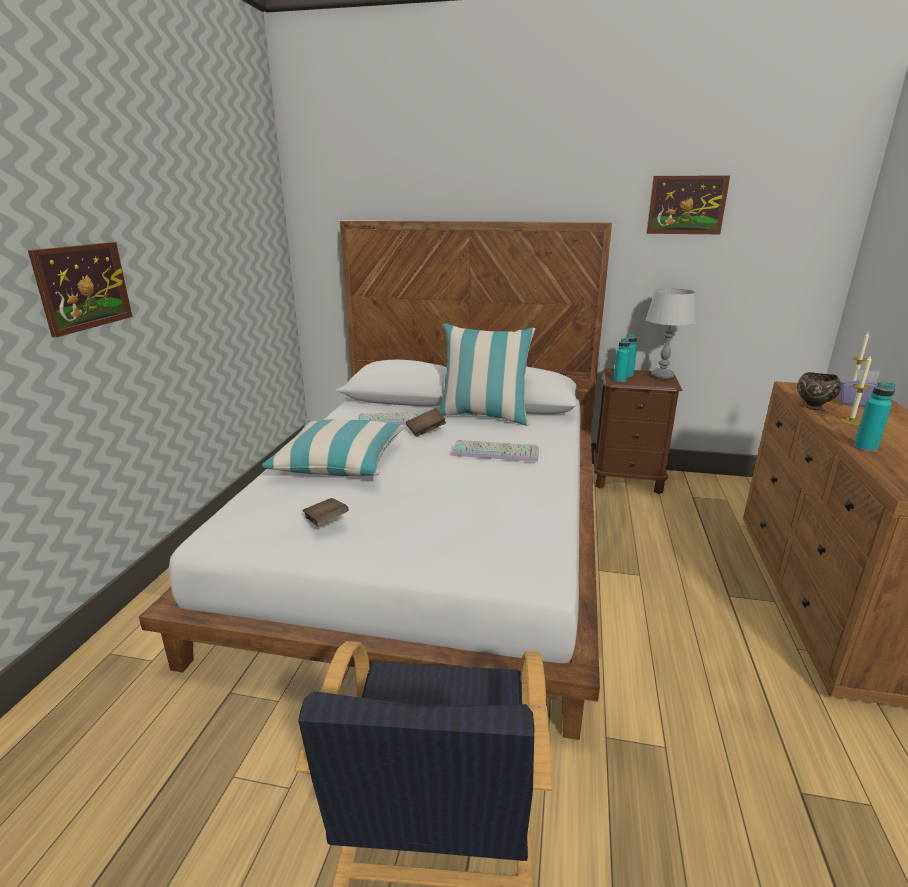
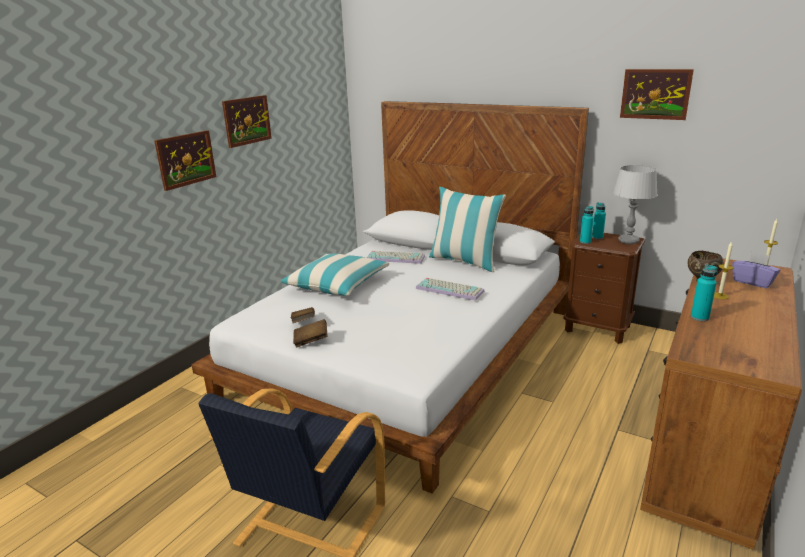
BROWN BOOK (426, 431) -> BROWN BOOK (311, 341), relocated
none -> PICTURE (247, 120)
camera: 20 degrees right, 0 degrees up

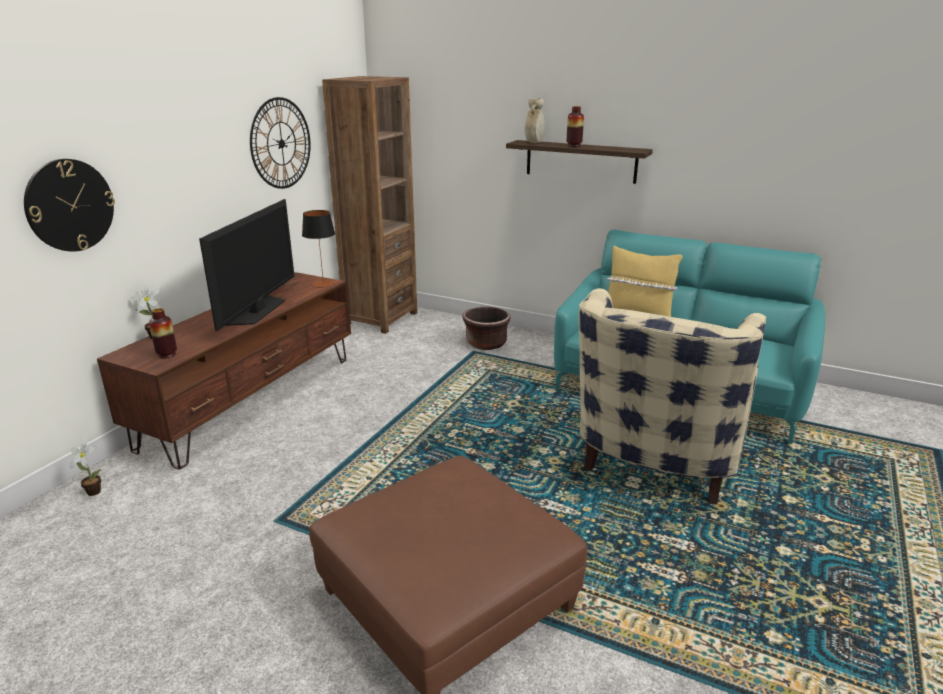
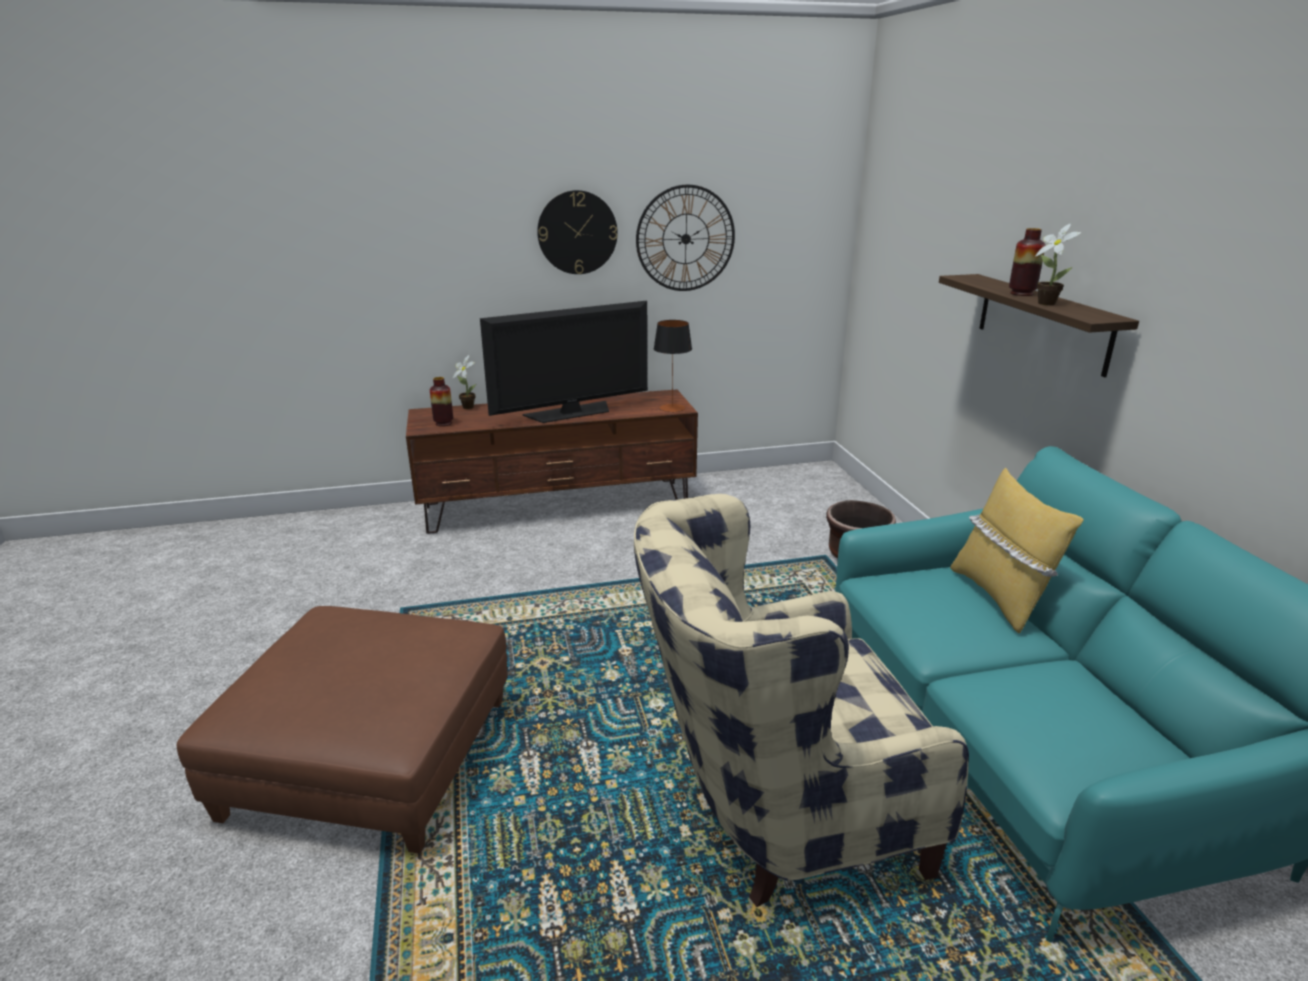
WALL CLOCK (70, 205) -> WALL CLOCK (577, 232), relocated
POTTED PLANT (93, 491) -> POTTED PLANT (1045, 303), relocated
BROWN BOOKCASE (380, 318) -> none
BEIGE VASE (534, 143) -> none
camera: 50 degrees right, 0 degrees up

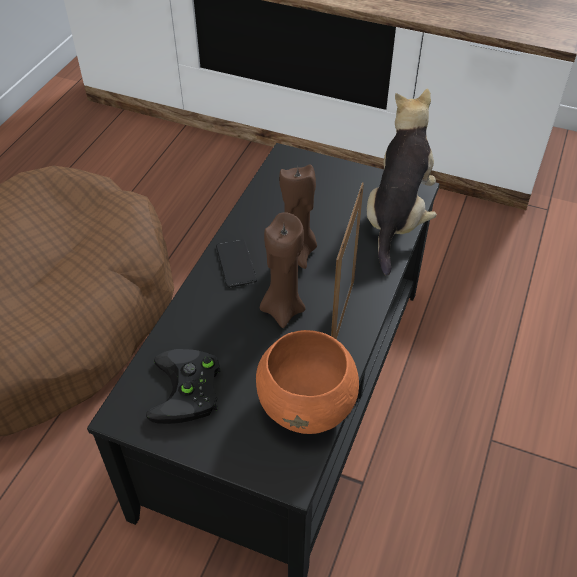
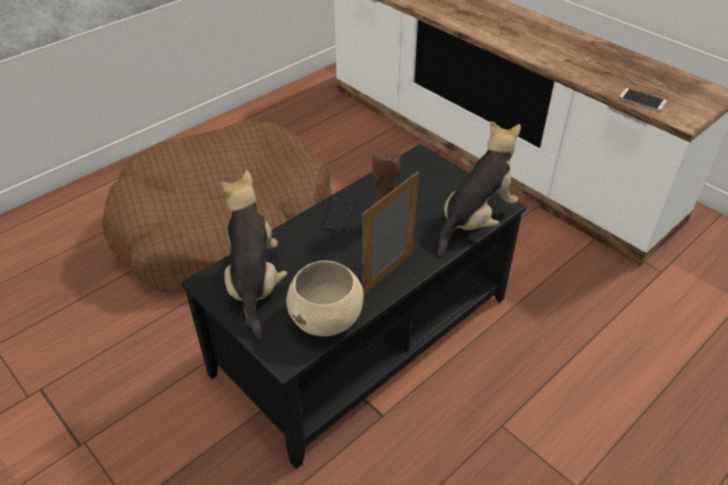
BLACK GAME CONTROLLER (188, 392) -> PLUSH TOY (254, 283)
ORANGE BOWL (307, 404) -> BEIGE BOWL (327, 319)
BROWN CANDLE (282, 309) -> none
none -> PHONE (642, 100)
camera: 25 degrees right, 5 degrees down

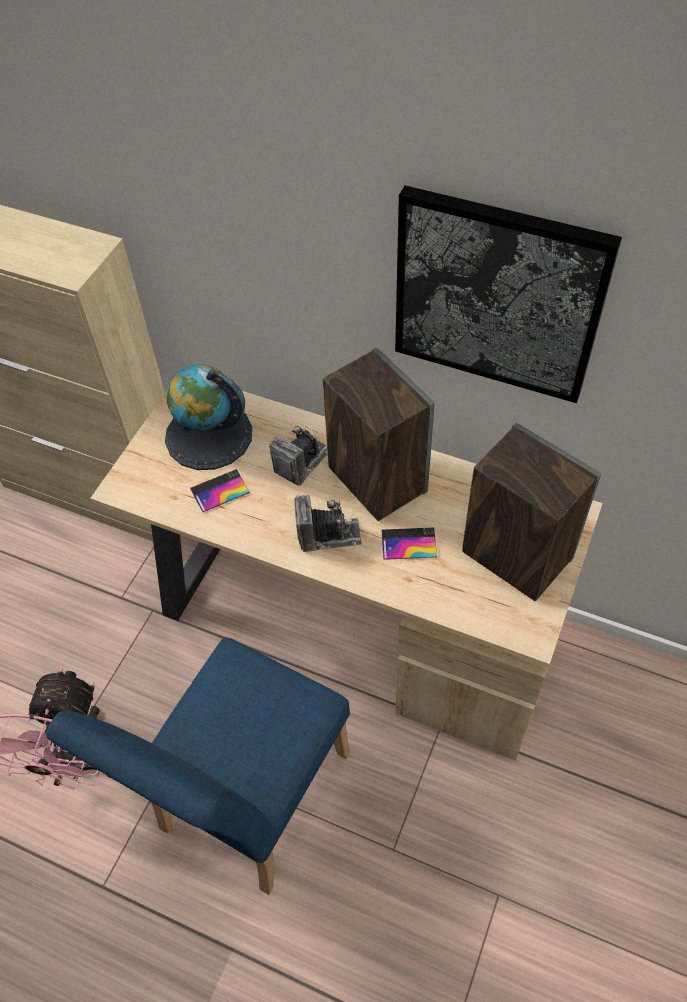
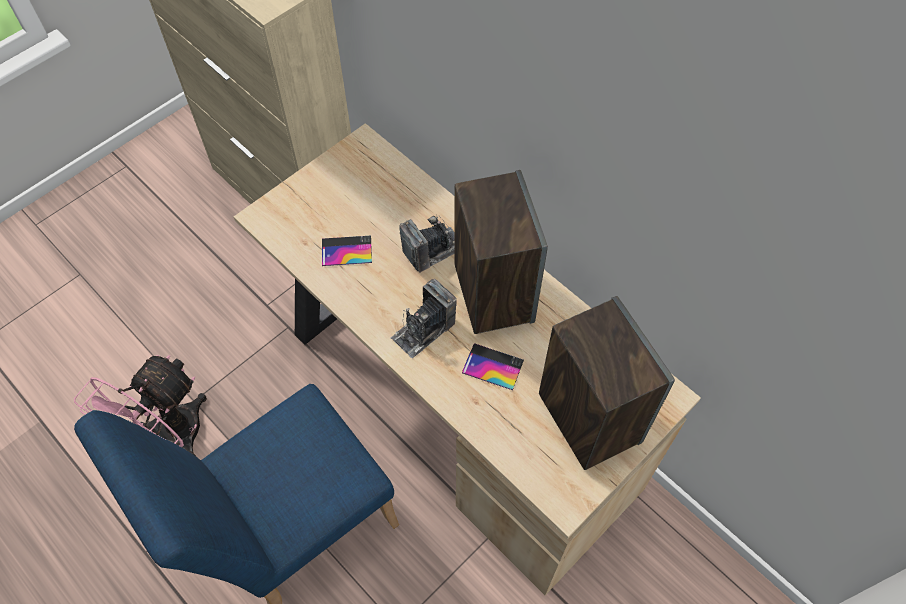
GLOBE (208, 435) -> none
PHOTO CAMERA (329, 535) -> PHOTO CAMERA (424, 330), 120 degrees clockwise
PICTURE (498, 295) -> none
camera: 20 degrees right, 5 degrees up

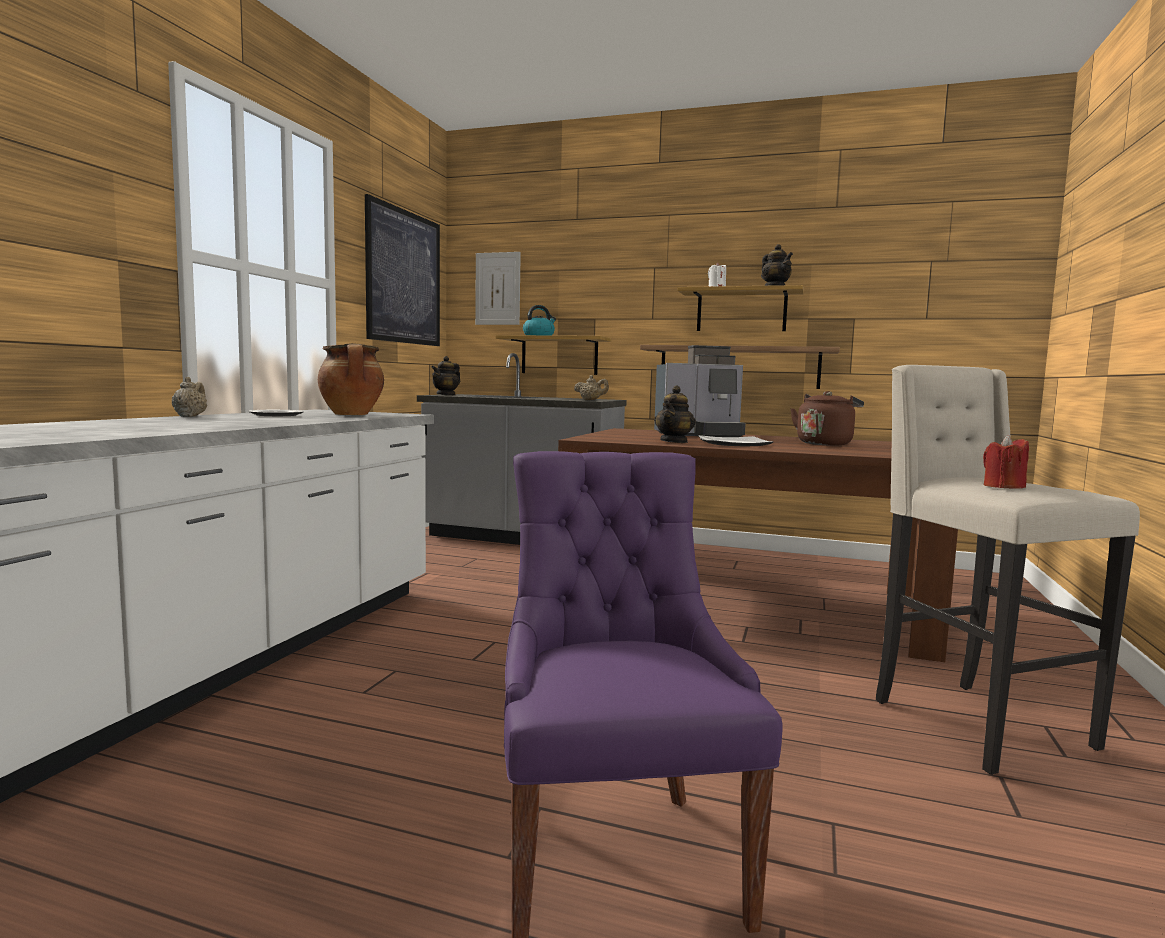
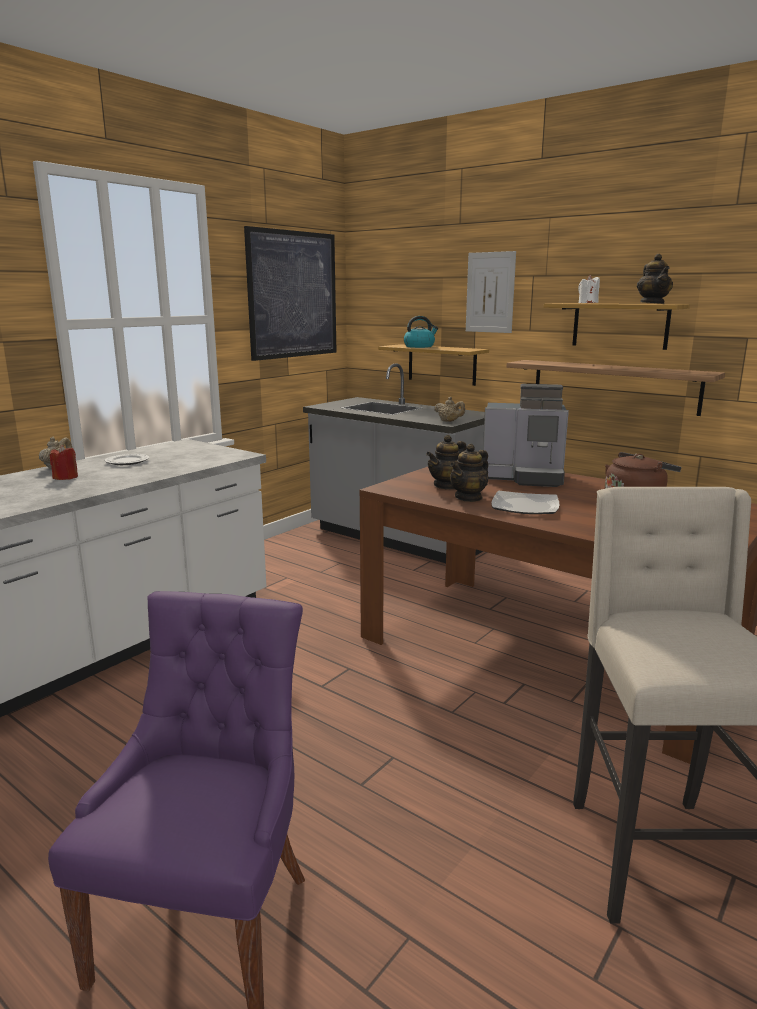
COOKING POT (352, 415) -> none
TEAPOT (446, 395) -> TEAPOT (446, 486), relocated
PICTURE (497, 288) -> PICTURE (490, 292), relocated
RED CANDLE (1003, 487) -> RED CANDLE (66, 477), relocated
camera: 20 degrees right, 10 degrees up

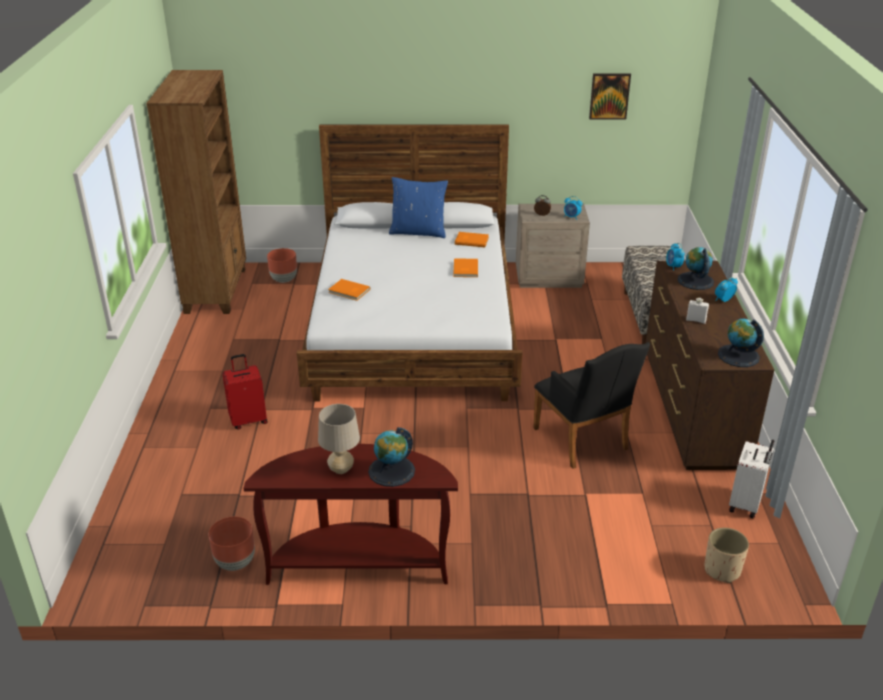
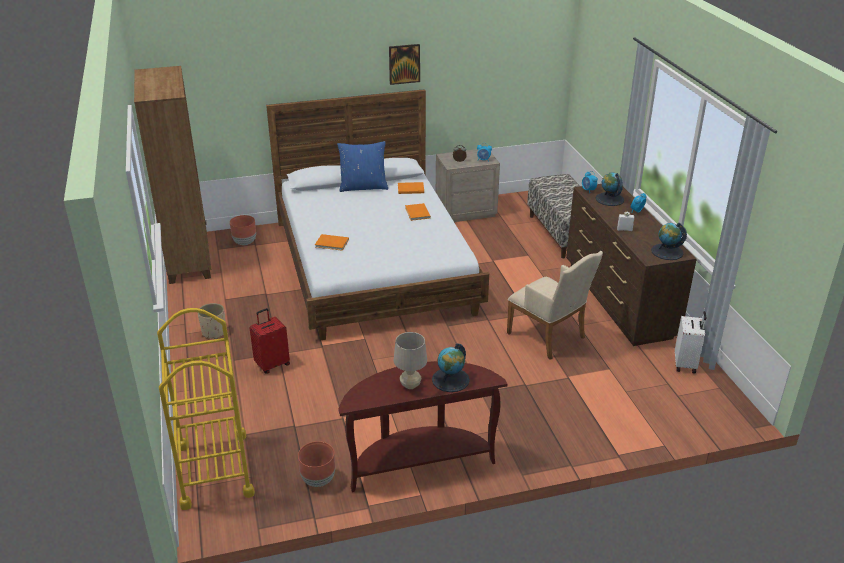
BLACK ARMCHAIR (583, 442) -> BEIGE ARMCHAIR (549, 338)
PICTURE (609, 96) -> PICTURE (404, 64), relocated
BEIGE PLANTER (722, 570) -> BEIGE PLANTER (214, 332), relocated
none -> YELLOW CART (214, 470)
camera: 15 degrees left, 0 degrees up

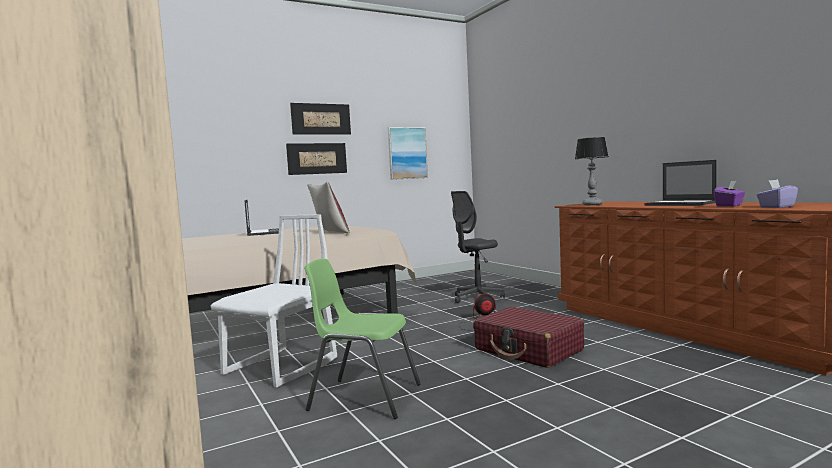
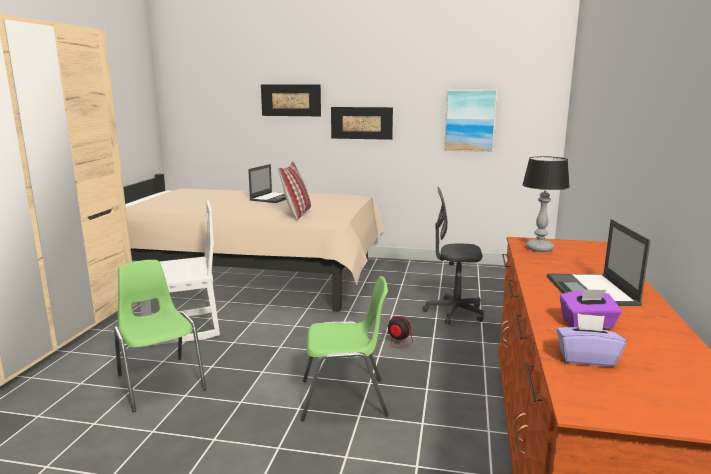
PICTURE (321, 119) -> PICTURE (291, 100), relocated
RED SUITCASE (528, 350) -> GREEN CHAIR (345, 398)
camera: 40 degrees right, 10 degrees up

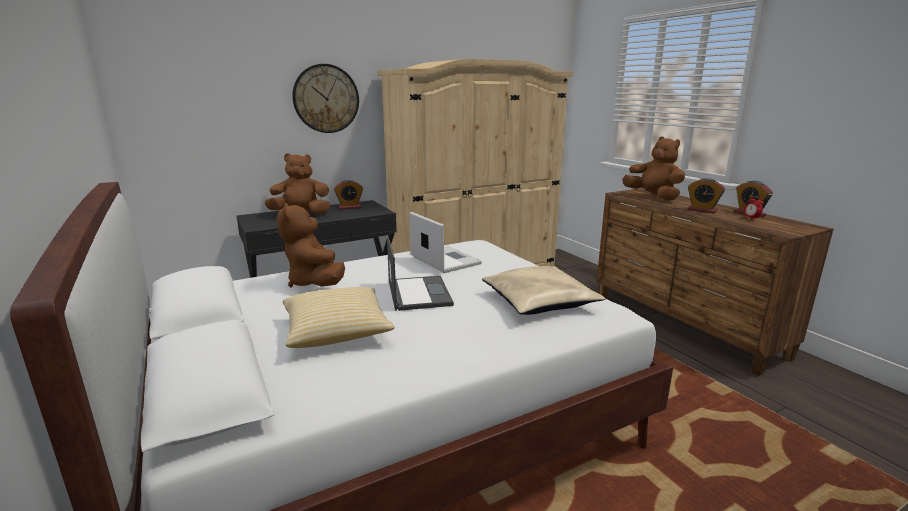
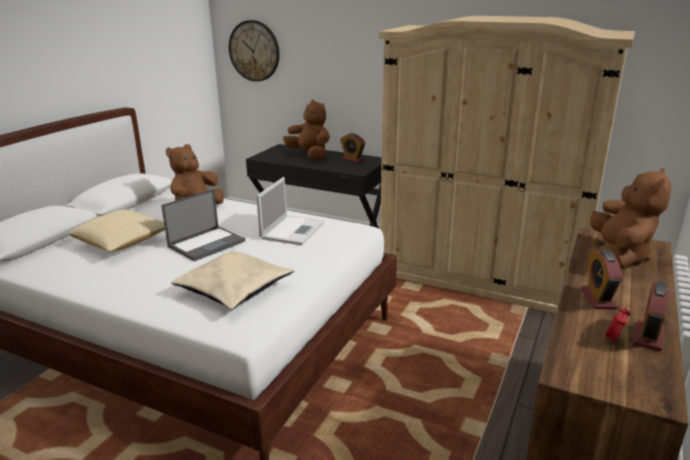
WALL CLOCK (326, 99) -> WALL CLOCK (254, 51), relocated
camera: 55 degrees right, 5 degrees up

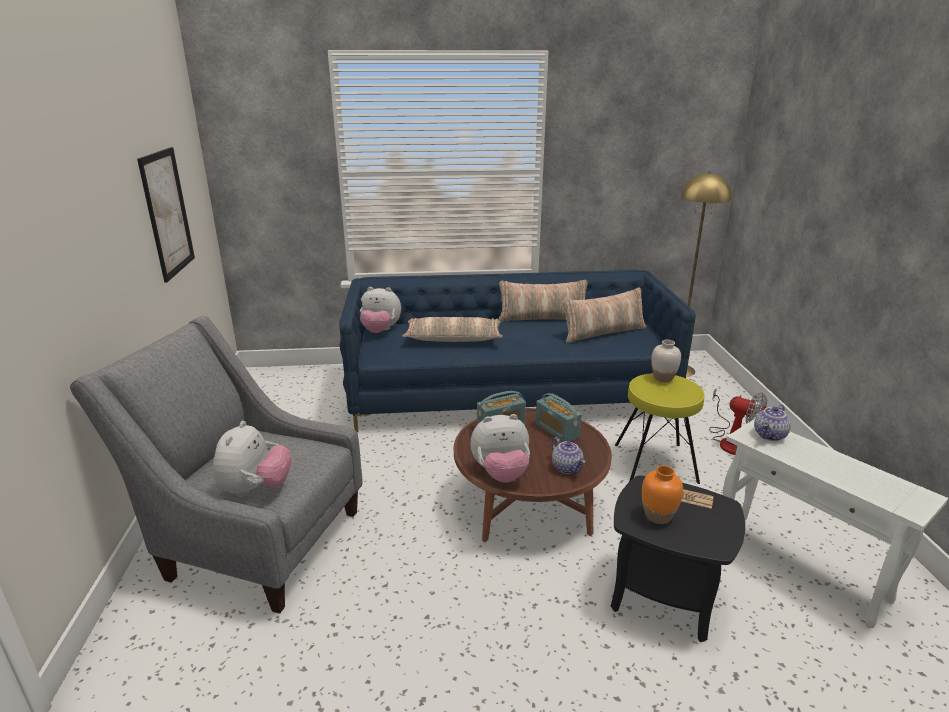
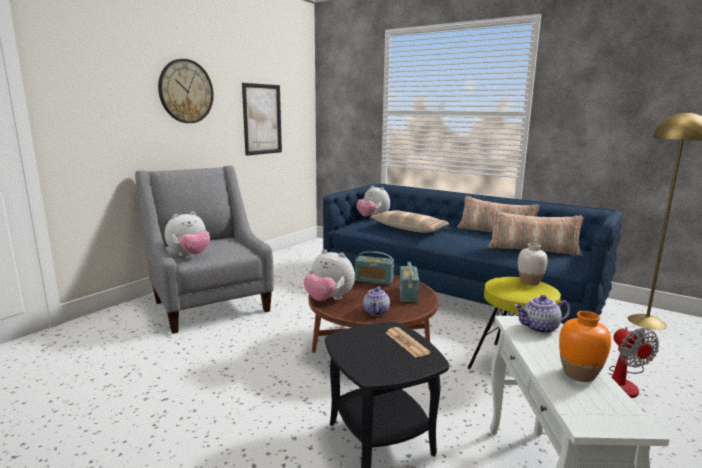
ORANGE VASE (657, 516) -> ORANGE VASE (578, 374), relocated
none -> WALL CLOCK (186, 91)
camera: 40 degrees right, 10 degrees down

